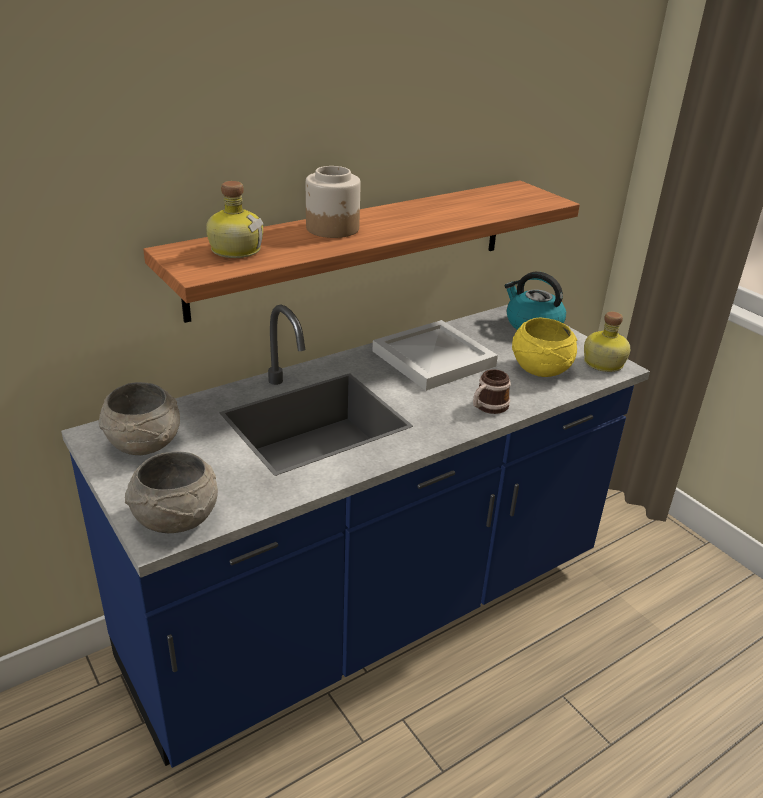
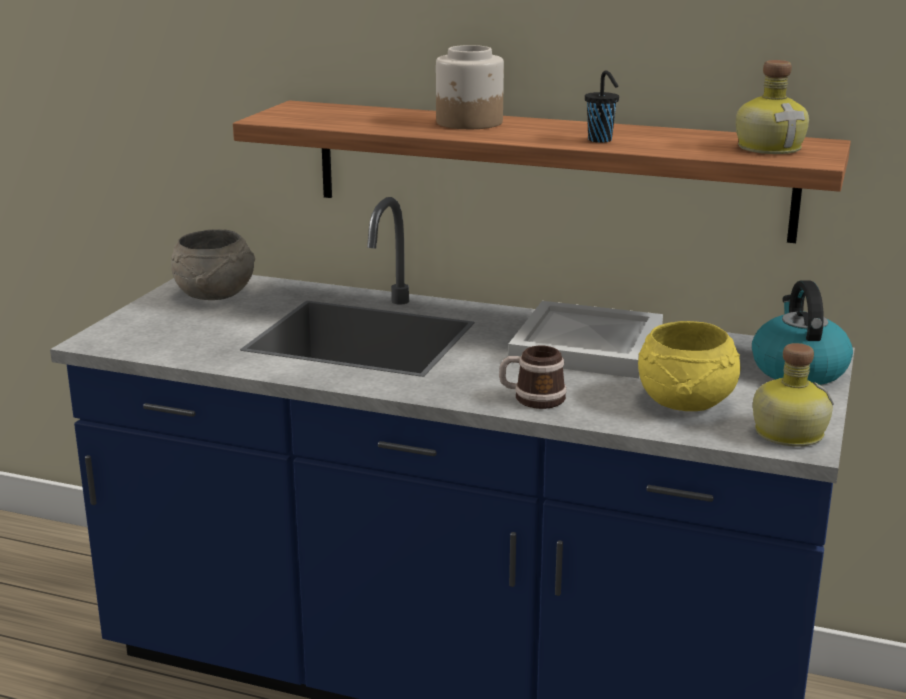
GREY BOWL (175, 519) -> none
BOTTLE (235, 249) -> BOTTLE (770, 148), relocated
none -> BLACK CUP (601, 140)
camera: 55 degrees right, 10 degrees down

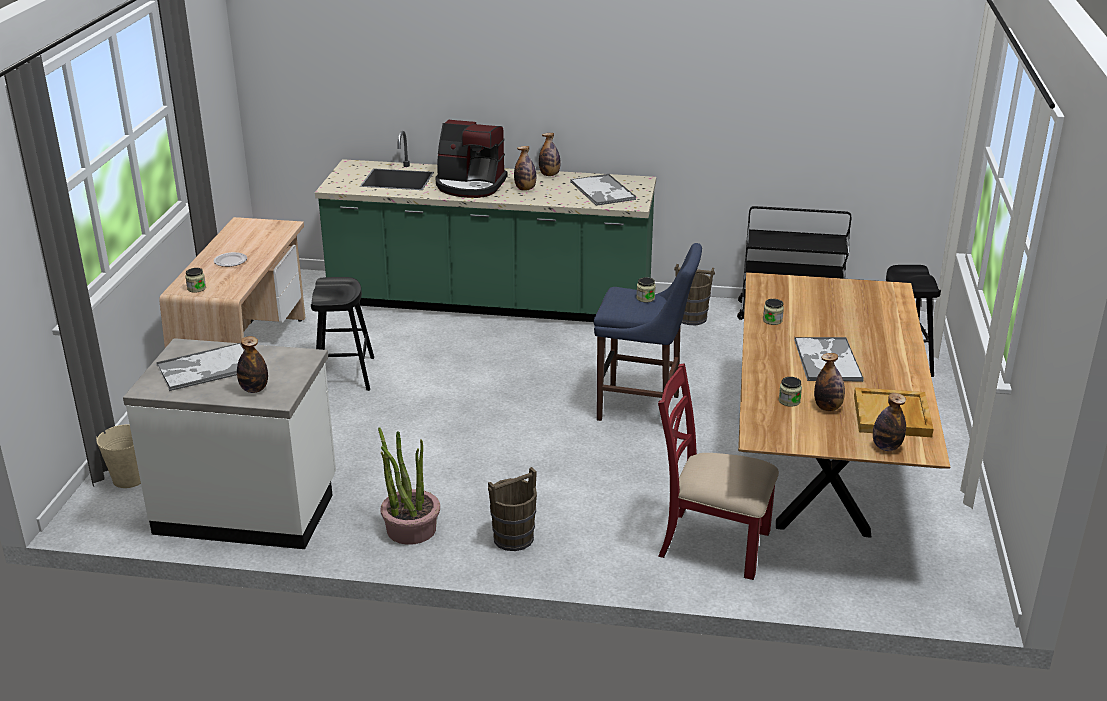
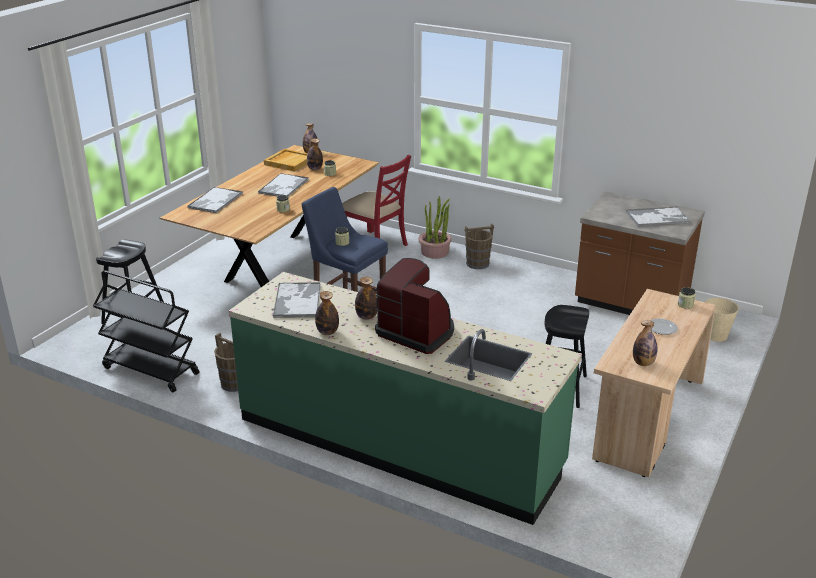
WHITE COUNTER (248, 508) -> BROWN COUNTER (631, 304)
BOTTLE (254, 389) -> BOTTLE (643, 363), relocated
POTTED PLANT (411, 529) -> POTTED PLANT (435, 252), relocated
none -> TRAY (215, 201)
camera: 160 degrees left, 0 degrees up

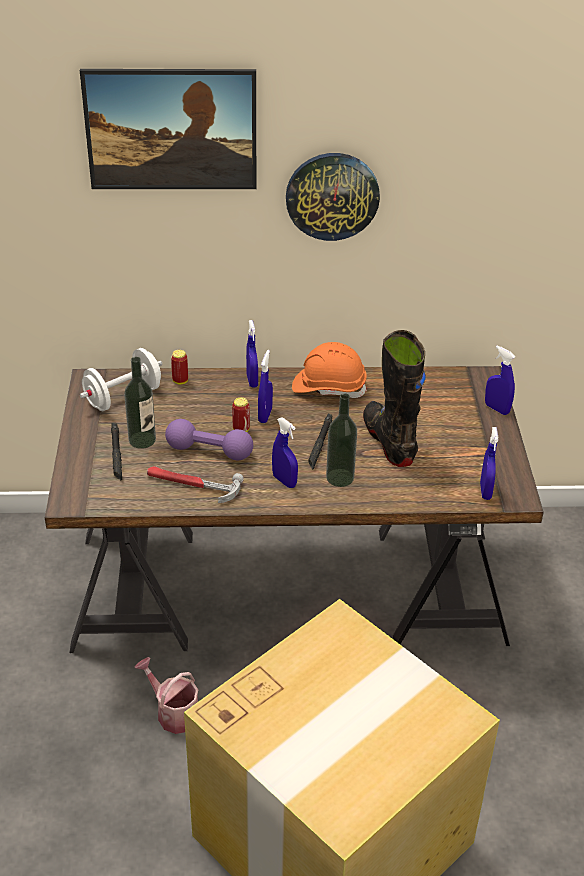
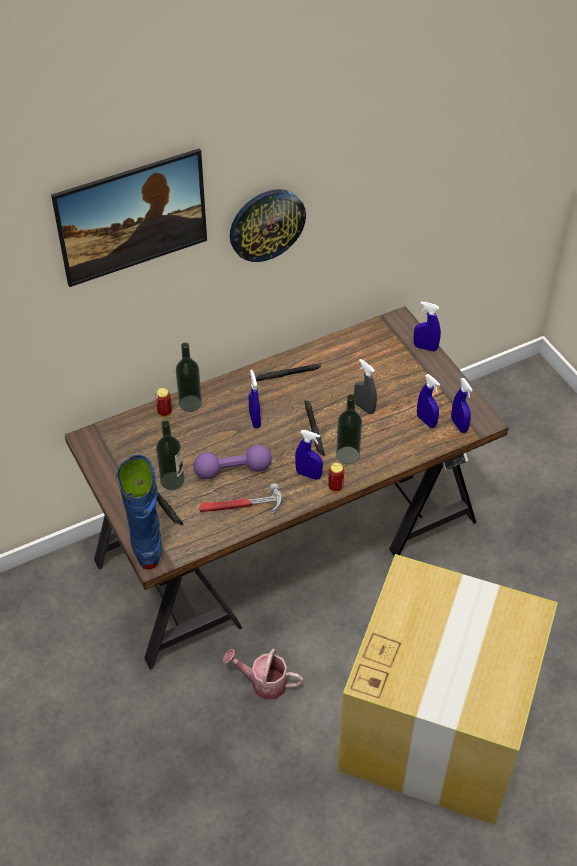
WHITE DUMBBELL (123, 396) -> none
CAN (241, 430) -> CAN (335, 487), relocated
BLUE SPRAY BOTTLE (252, 381) -> BLUE SPRAY BOTTLE (426, 421), relocated
ORANGE HARD HAT (328, 387) -> BLACK FLASHLIGHT (287, 374)
BLACK BOOT (389, 441) -> GREY SPRAY BOTTLE (364, 407)
none -> BLUE BOOT (145, 537)
none -> BOTTLE (190, 403)
camera: 25 degrees left, 10 degrees up

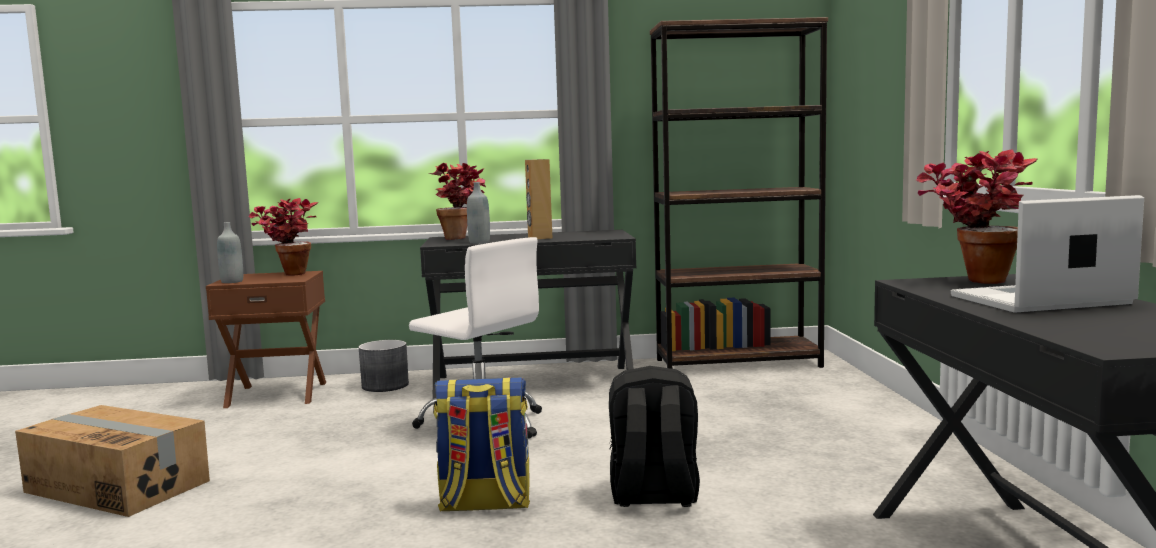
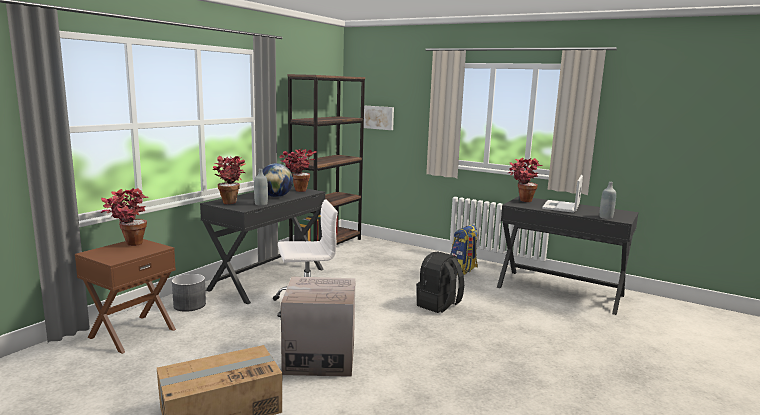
GREY BOTTLE (232, 281) -> GREY BOTTLE (606, 217), relocated
BACKPACK (484, 504) -> BACKPACK (463, 270), relocated
BROWN SPEAKER (539, 238) -> GLOBE (276, 196)
none -> POTTED PLANT (297, 190)
none -> CARDBOARD BOX (320, 358)
none -> PICTURE (379, 117)
camera: 55 degrees left, 5 degrees up

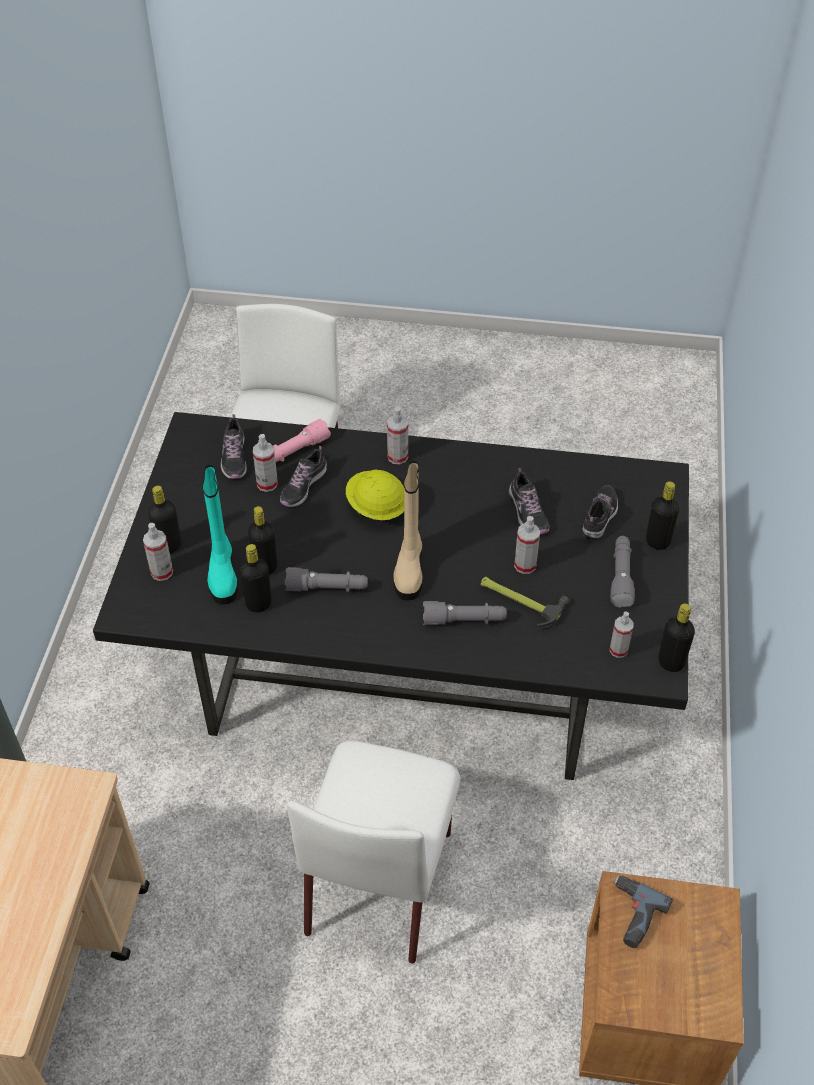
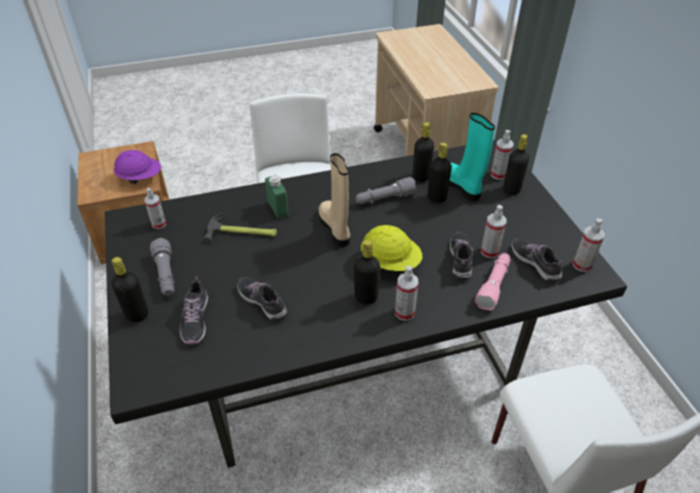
GREY FLASHLIGHT (464, 620) -> GREEN BOTTLE (278, 209)
SPRAY BOTTLE (525, 565) -> SPRAY BOTTLE (582, 265), relocated
POWER DRILL (631, 915) -> PURPLE HARD HAT (140, 178)
BLACK BOTTLE (671, 662) -> BLACK BOTTLE (366, 297), relocated
camera: 155 degrees right, 5 degrees down

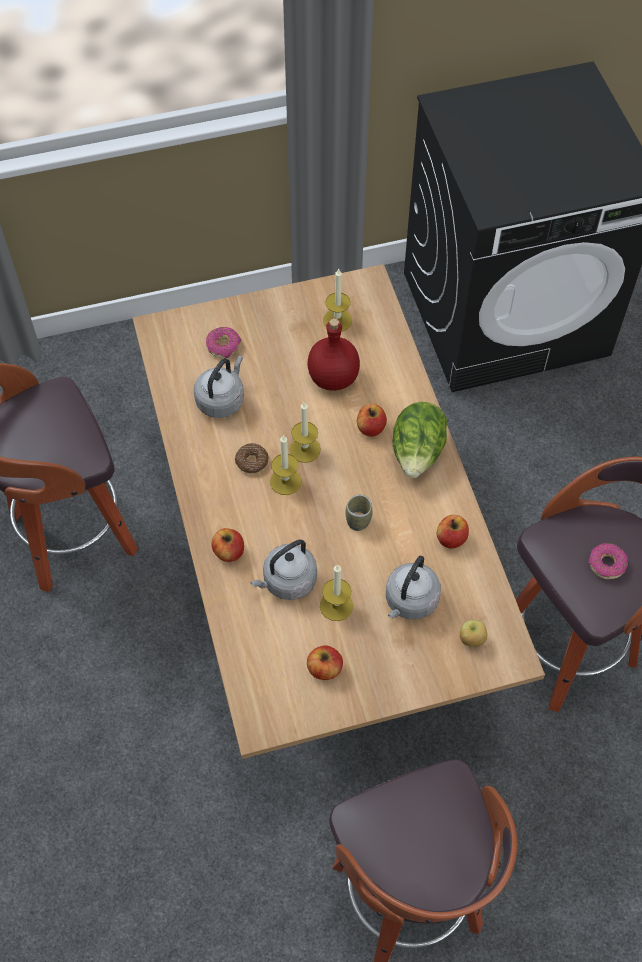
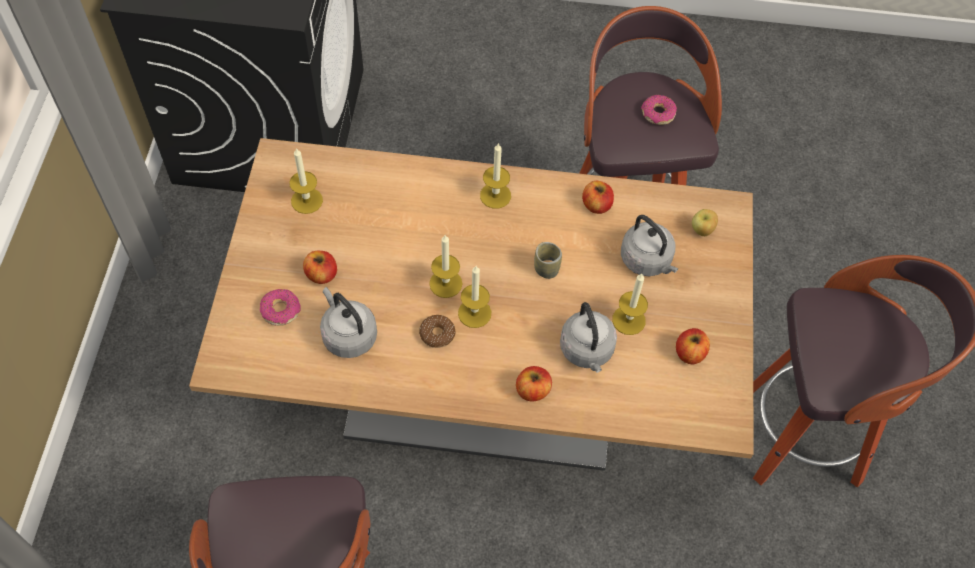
RED BOTTLE (333, 378) -> none
APPLE (371, 428) -> APPLE (321, 274), relocated
LETTUCE (417, 453) -> CANDLE (495, 195)
camera: 70 degrees left, 0 degrees up

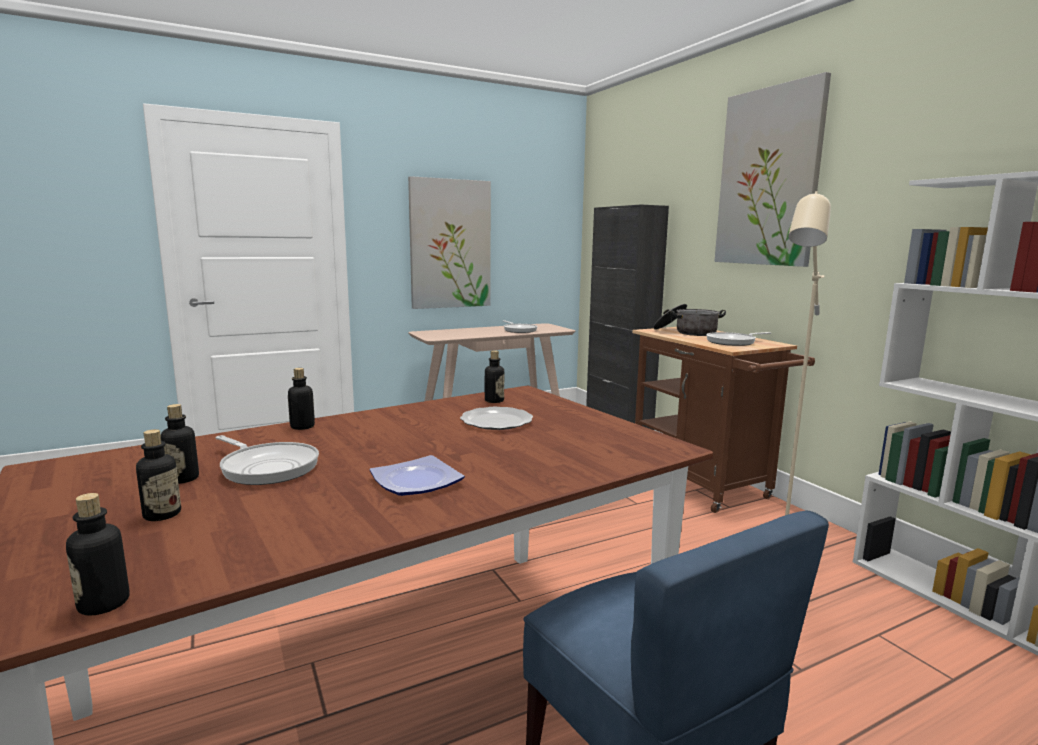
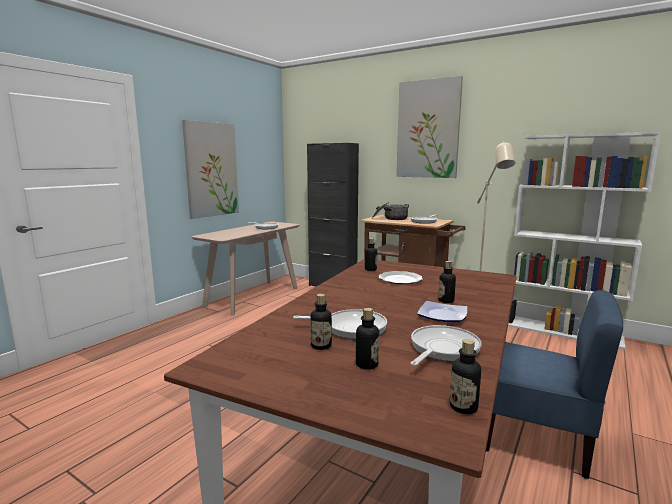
BOTTLE (302, 426) -> BOTTLE (446, 301), relocated
none -> FRYING PAN (442, 349)
camera: 30 degrees left, 0 degrees up

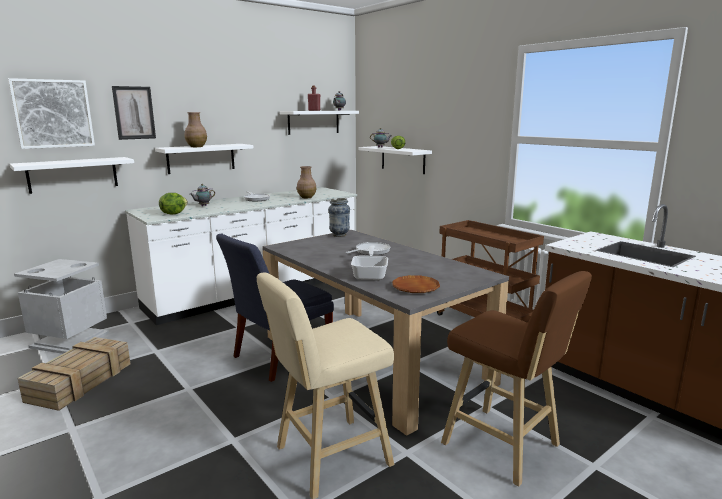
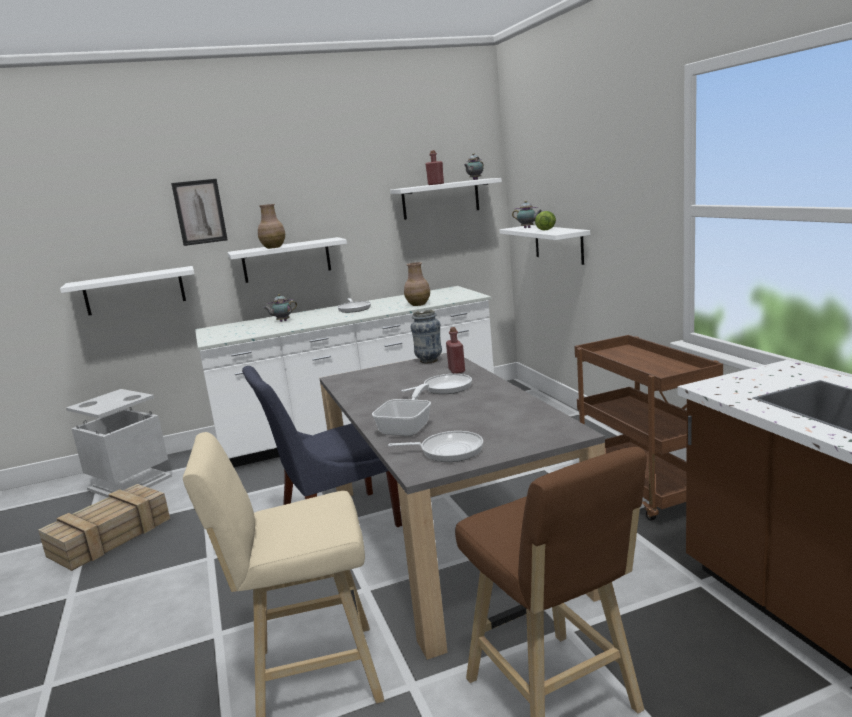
PICTURE (53, 114) -> none
LETTUCE (173, 214) -> none
BROWN PLATE (415, 288) -> FRYING PAN (448, 451)
none -> RED BOTTLE (456, 370)
camera: 20 degrees right, 0 degrees up

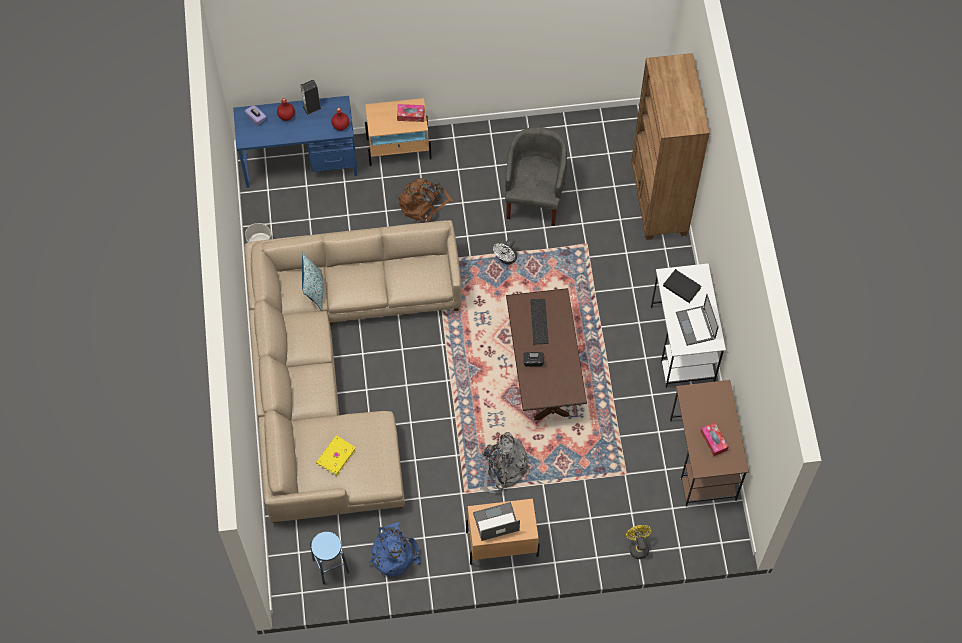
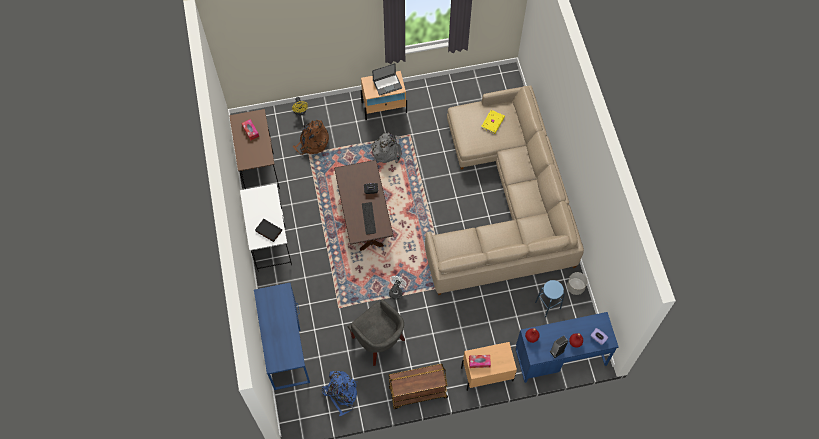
PILLOW (314, 290) -> none
BLUE STOOL (330, 566) -> BLUE STOOL (548, 305), relocated
BLUE BACKPACK (393, 553) -> BLUE BACKPACK (341, 393), relocated
BROWN BACKPACK (423, 204) -> BROWN BACKPACK (312, 143), relocated
GREY ARMCHAIR (534, 198) -> GREY ARMCHAIR (379, 341), 45 degrees counterclockwise
BROWN BOOKCASE (658, 202) -> BLUE DESK (285, 346)
LAPTOP (696, 326) -> none
none -> BROWN CART (417, 393)
camera: 175 degrees right, 0 degrees up

